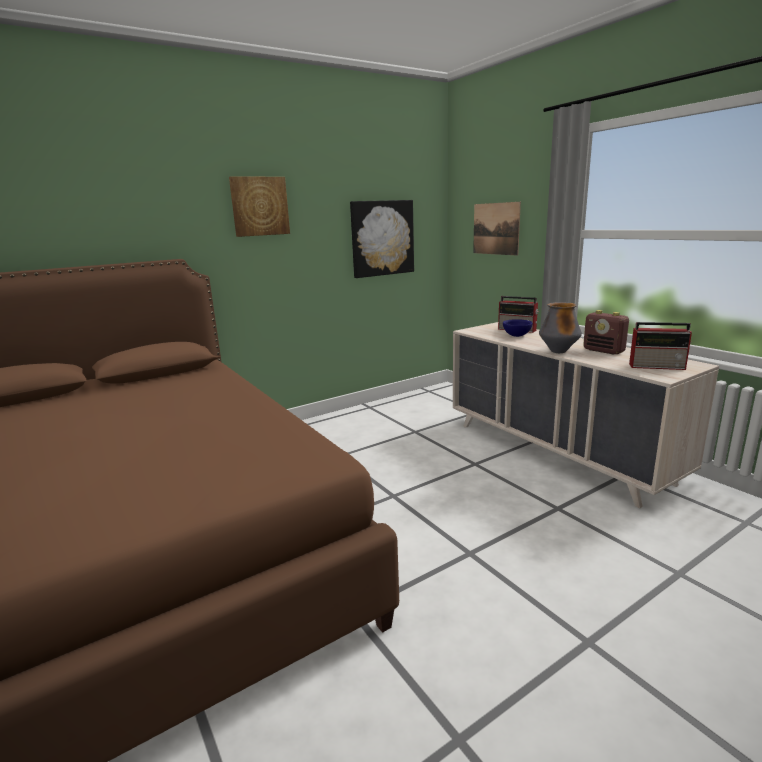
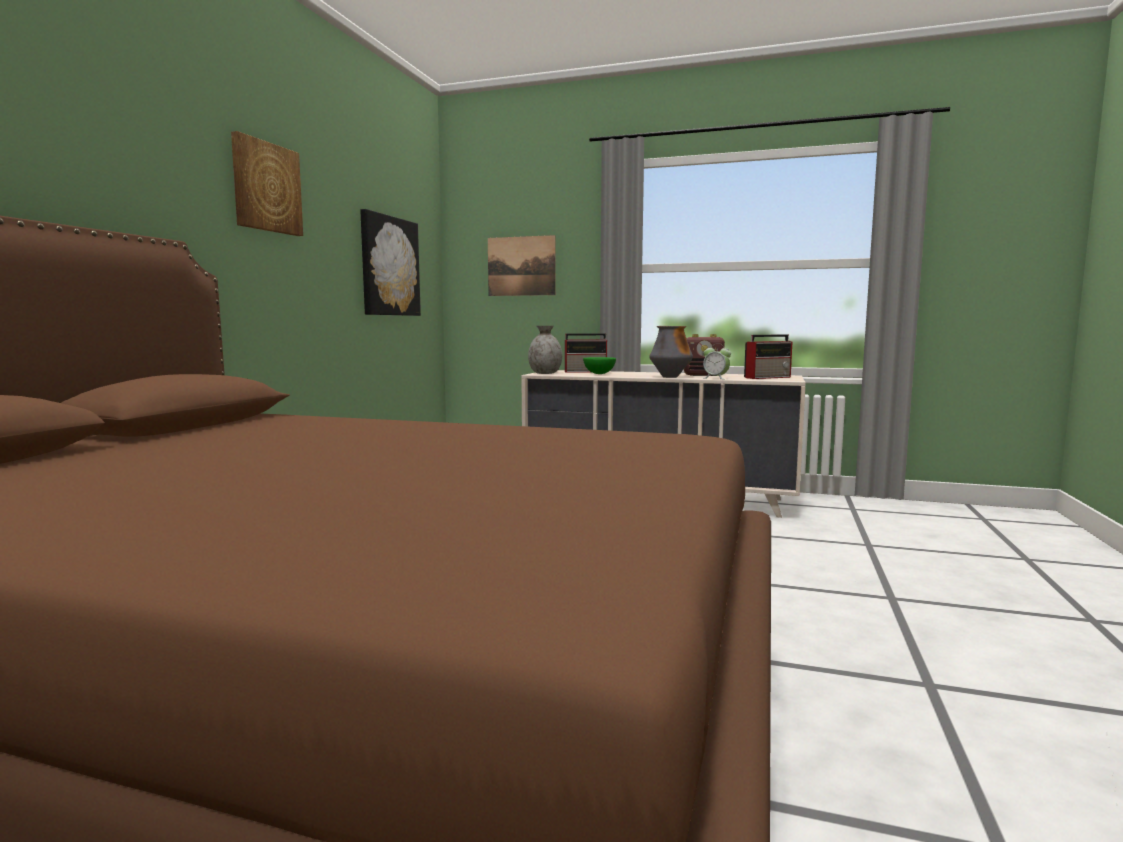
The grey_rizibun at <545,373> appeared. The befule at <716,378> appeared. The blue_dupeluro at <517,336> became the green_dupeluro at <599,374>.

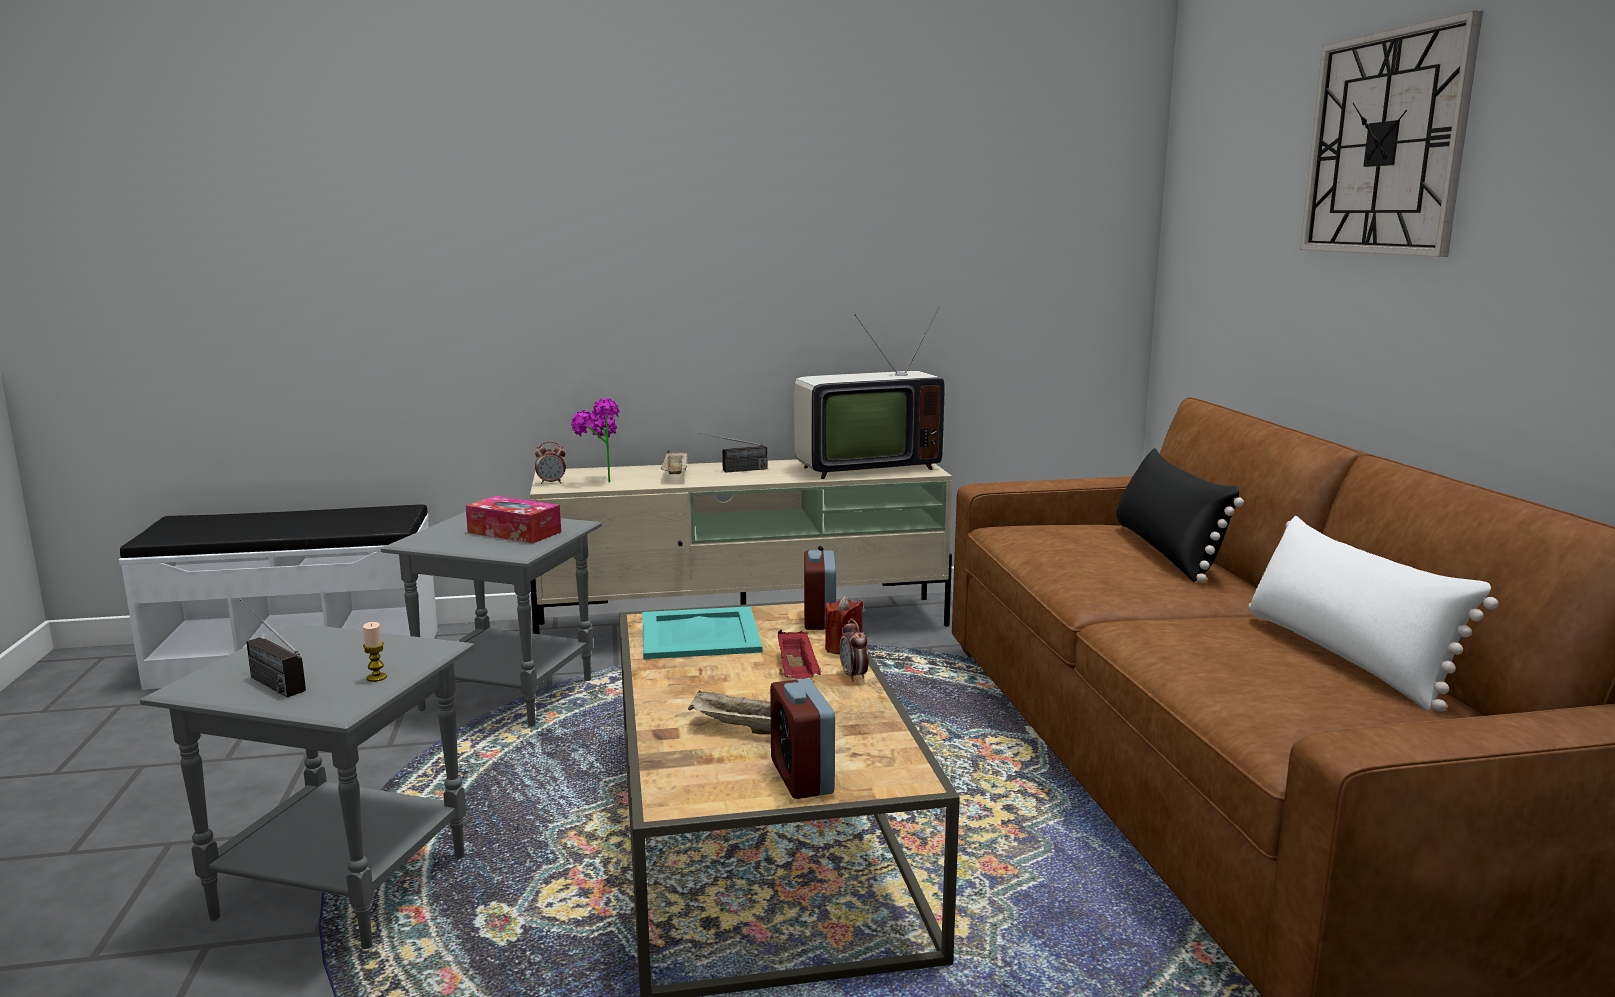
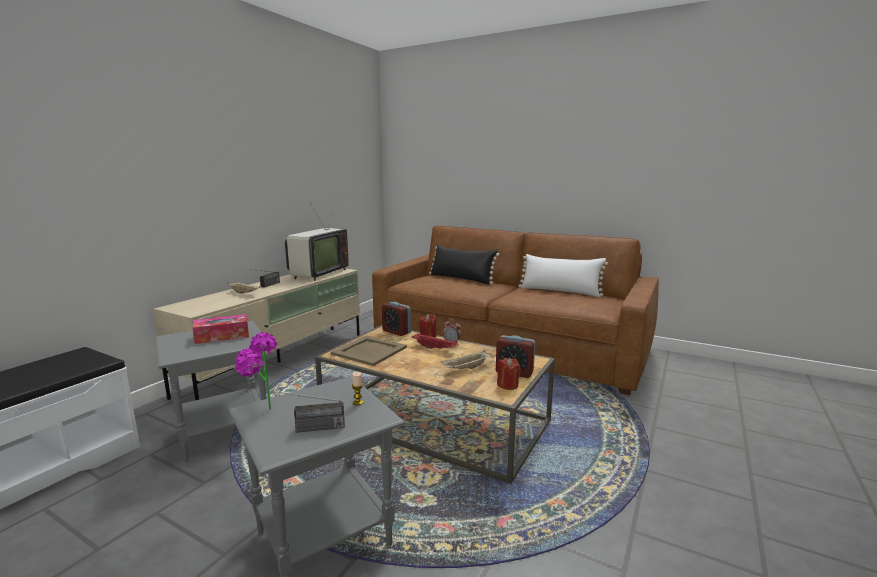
The befule at <551,482> disappeared. The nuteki at <1385,144> disappeared. The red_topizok at <508,385> appeared. The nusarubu moved from <599,481> to <259,411>. The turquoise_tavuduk at <699,634> became the beige_tavuduk at <369,351>.

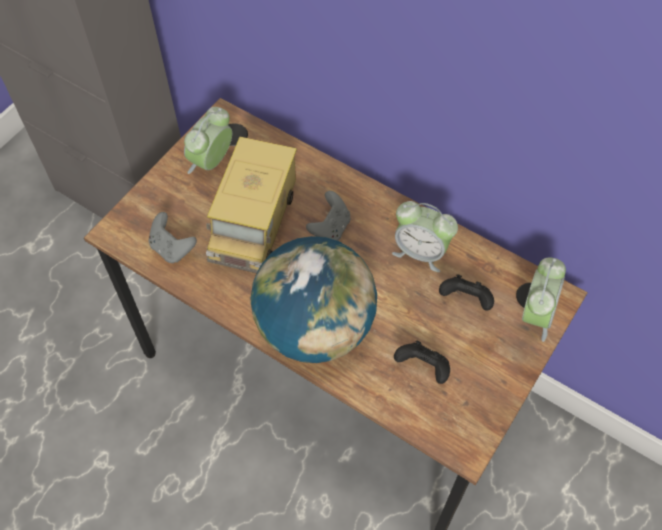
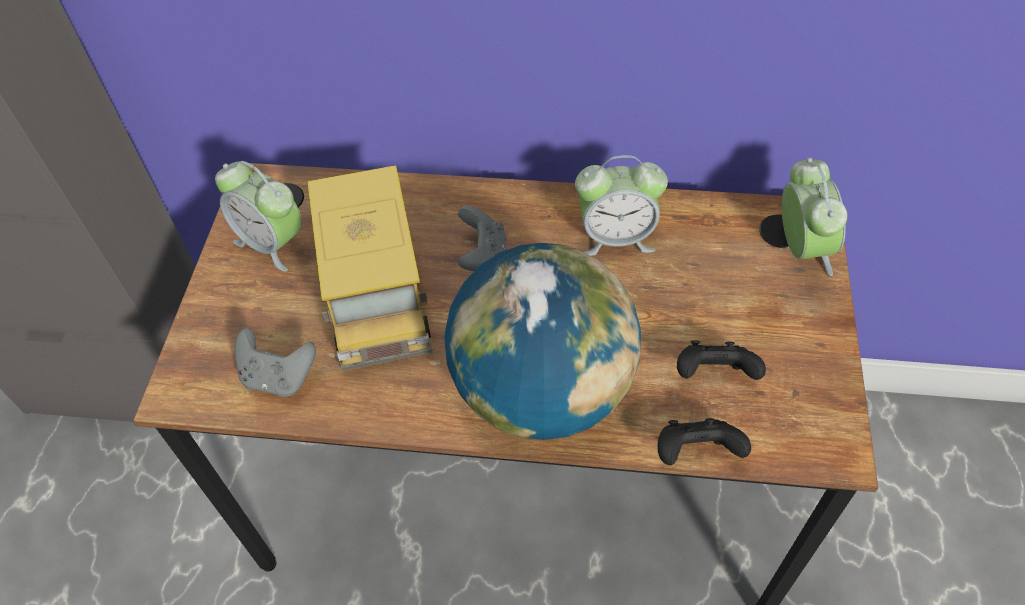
The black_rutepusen moved from <465,300> to <695,453>. The befule at <212,162> turned 60 degrees counterclockwise.

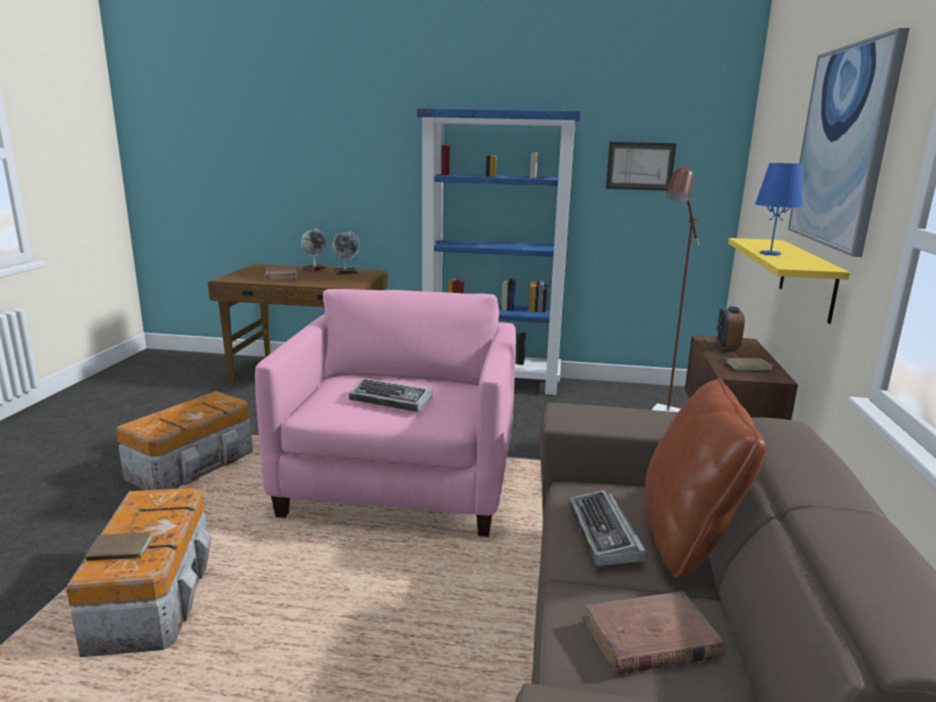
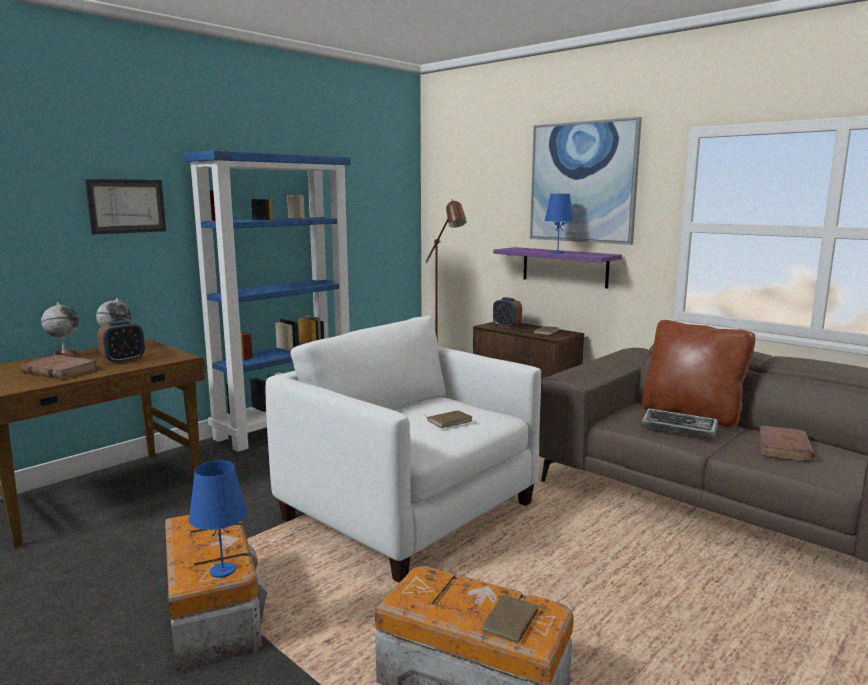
The befule at <123,360> appeared. The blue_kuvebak at <223,570> appeared. The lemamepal moved from <640,166> to <126,206>. The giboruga at <392,400> was replaced by the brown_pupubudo at <449,421>. The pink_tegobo at <401,482> became the white_tegobo at <410,512>. The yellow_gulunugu at <807,279> became the purple_gulunugu at <564,267>.

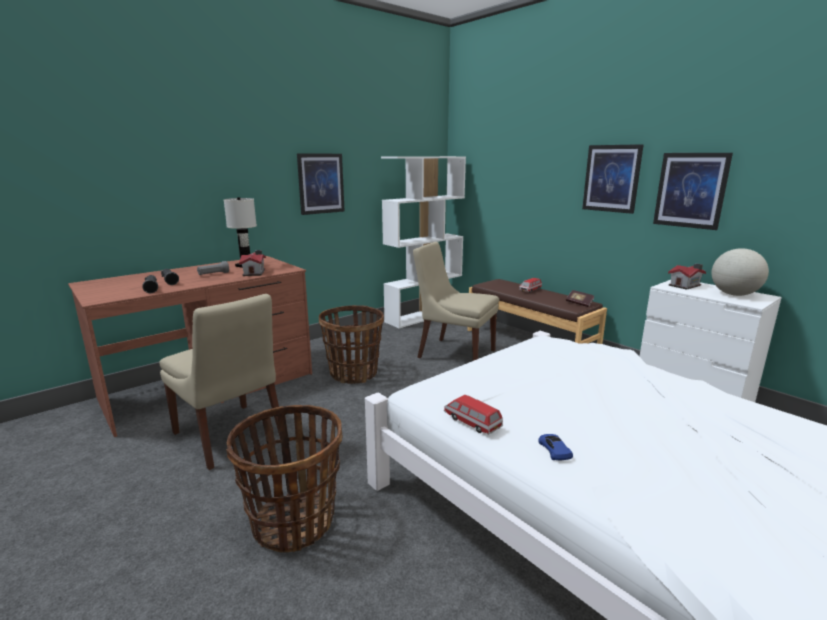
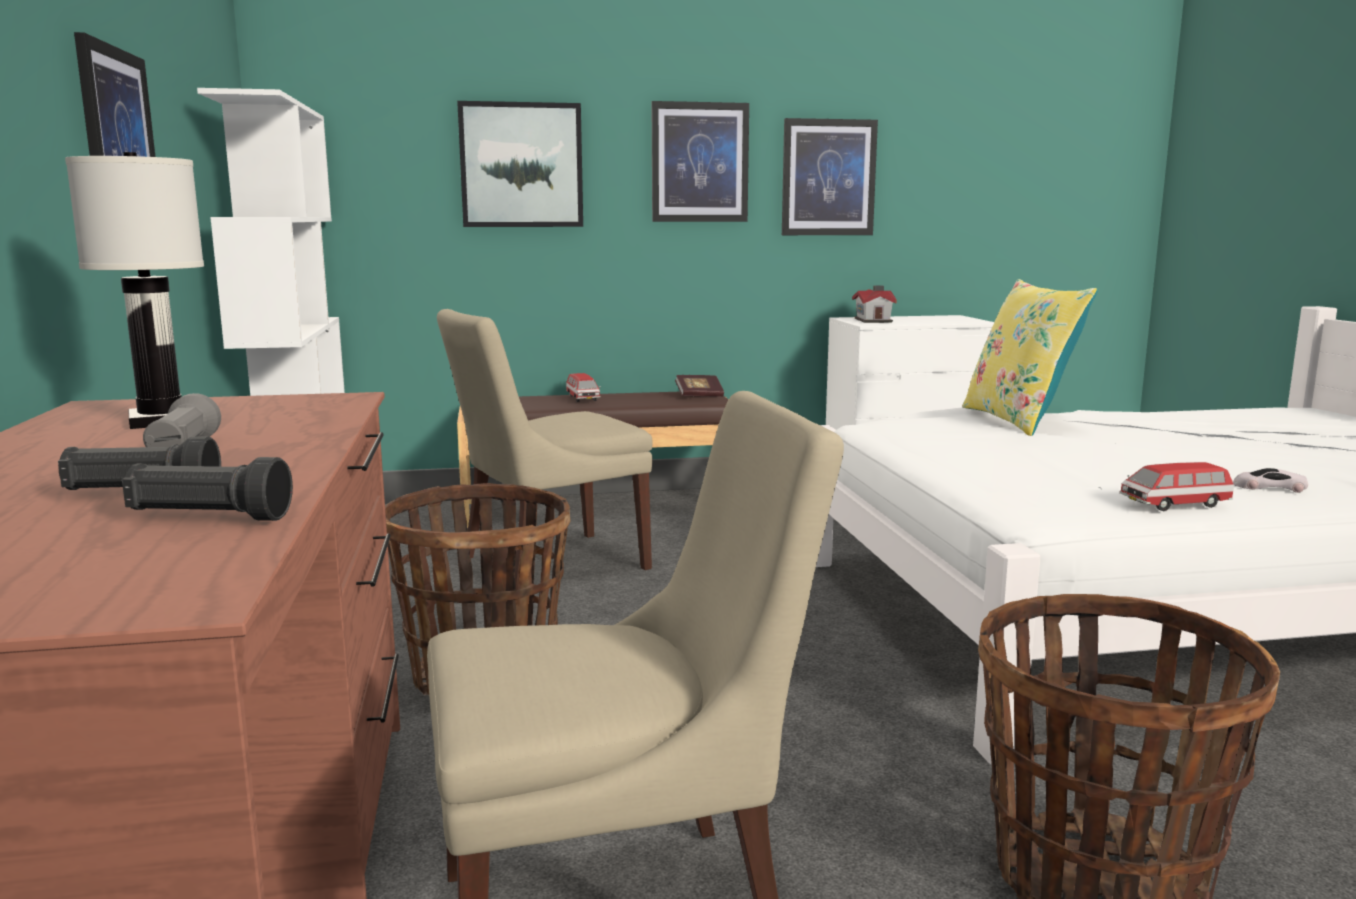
The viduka at <255,272> disappeared. The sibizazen at <734,294> disappeared. The lemamepal at <521,165> appeared. The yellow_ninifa at <1018,420> appeared. The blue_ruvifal at <554,450> became the white_ruvifal at <1269,487>.

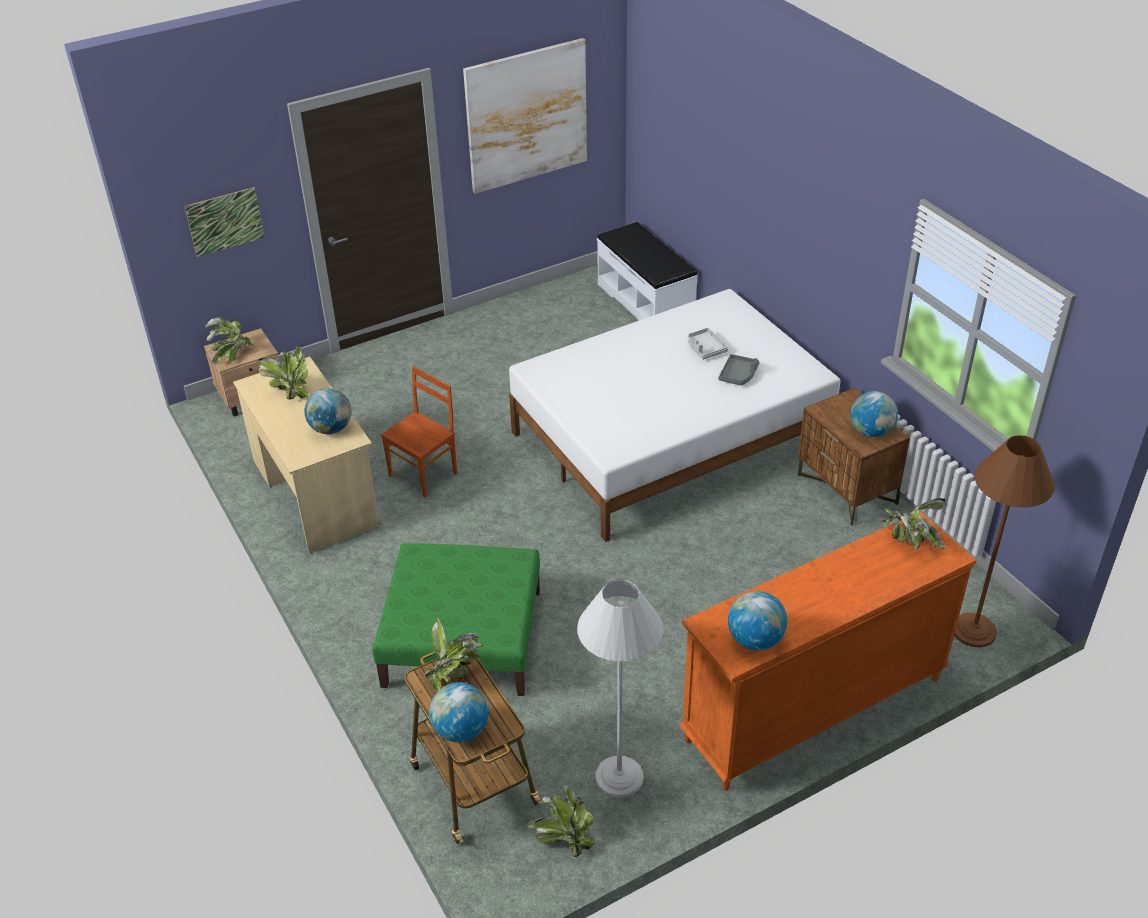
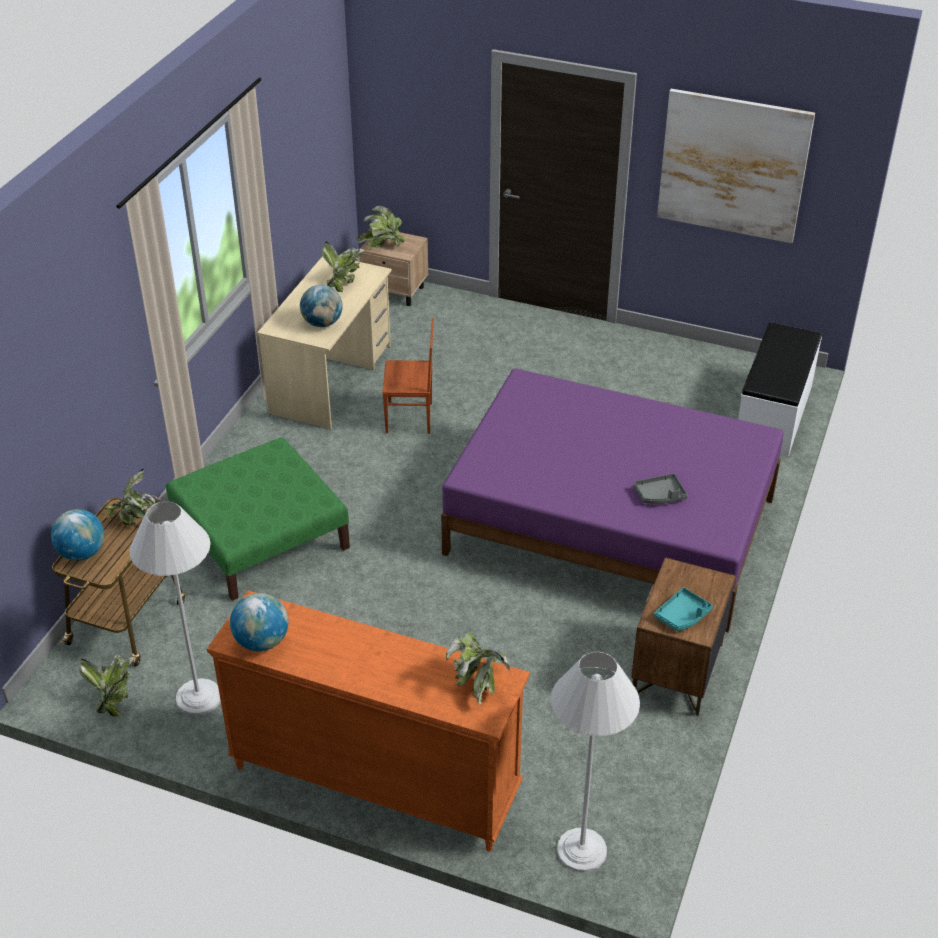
The lemamepal at <225,221> disappeared. The grey_tavuduk at <705,349> disappeared. The sibizazen at <871,431> was replaced by the turquoise_tavuduk at <682,616>. The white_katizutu at <671,439> became the purple_katizutu at <610,526>. The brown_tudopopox at <974,630> became the white_tudopopox at <581,850>.

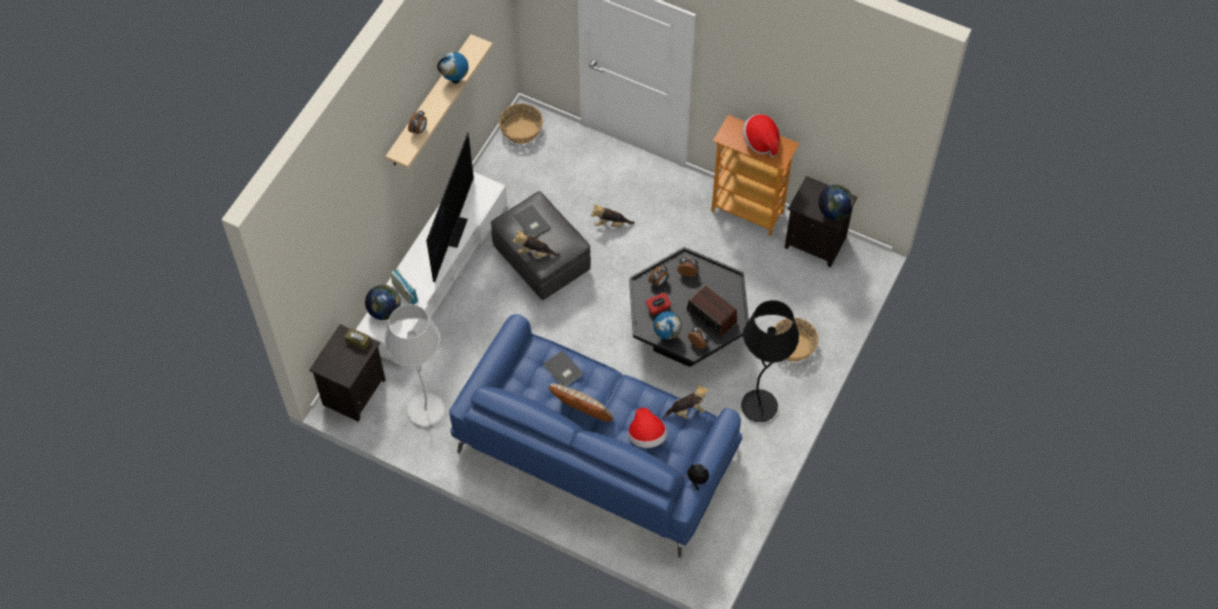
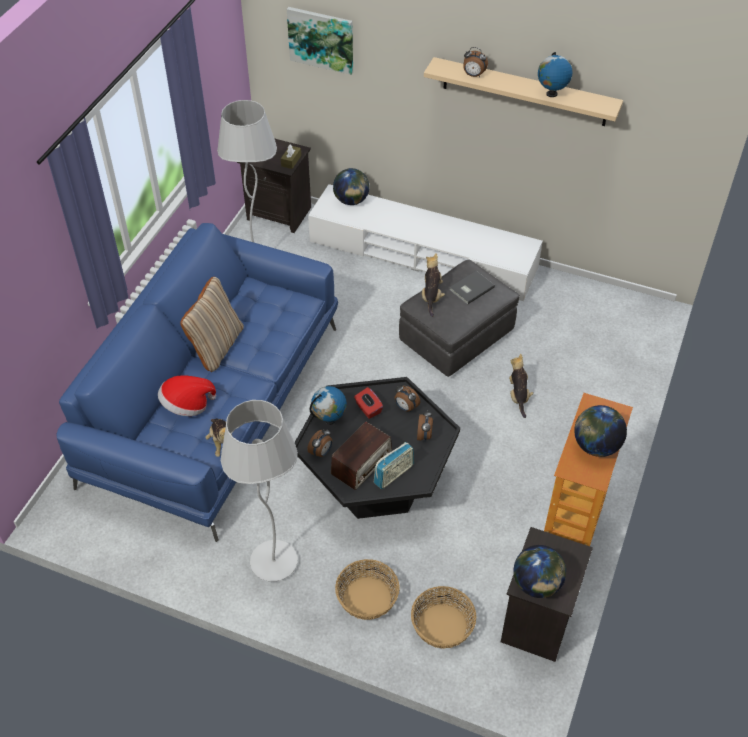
The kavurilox at <453,230> disappeared. The grey_pupubudo at <562,370> disappeared. The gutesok at <697,480> disappeared. The lemamepal at <321,39> appeared. The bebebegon moved from <405,293> to <394,474>. The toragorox moved from <521,130> to <442,626>. The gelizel at <761,142> was replaced by the sibizazen at <596,446>. The black_tudopopox at <759,407> became the white_tudopopox at <274,562>.

